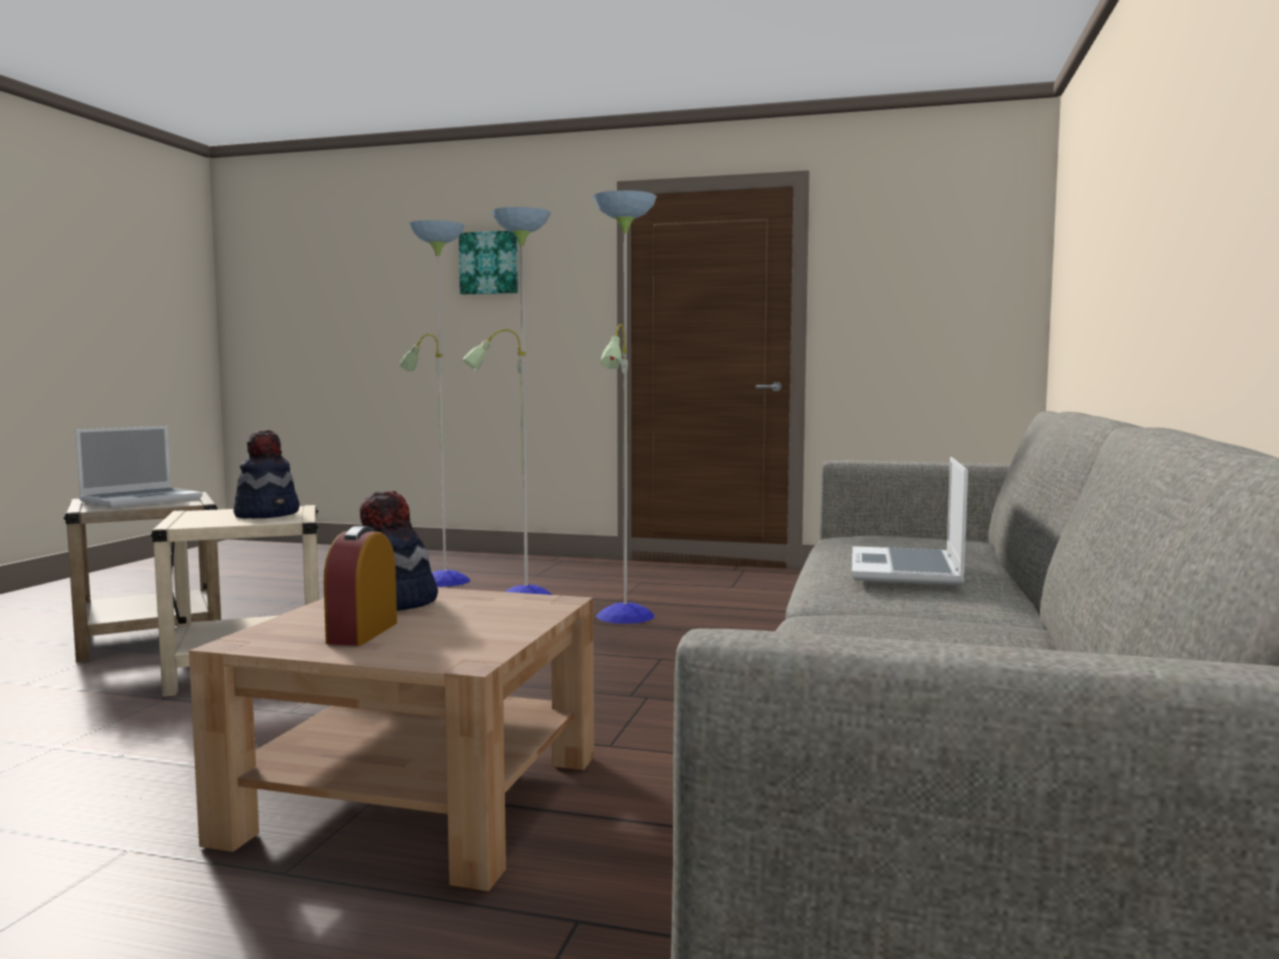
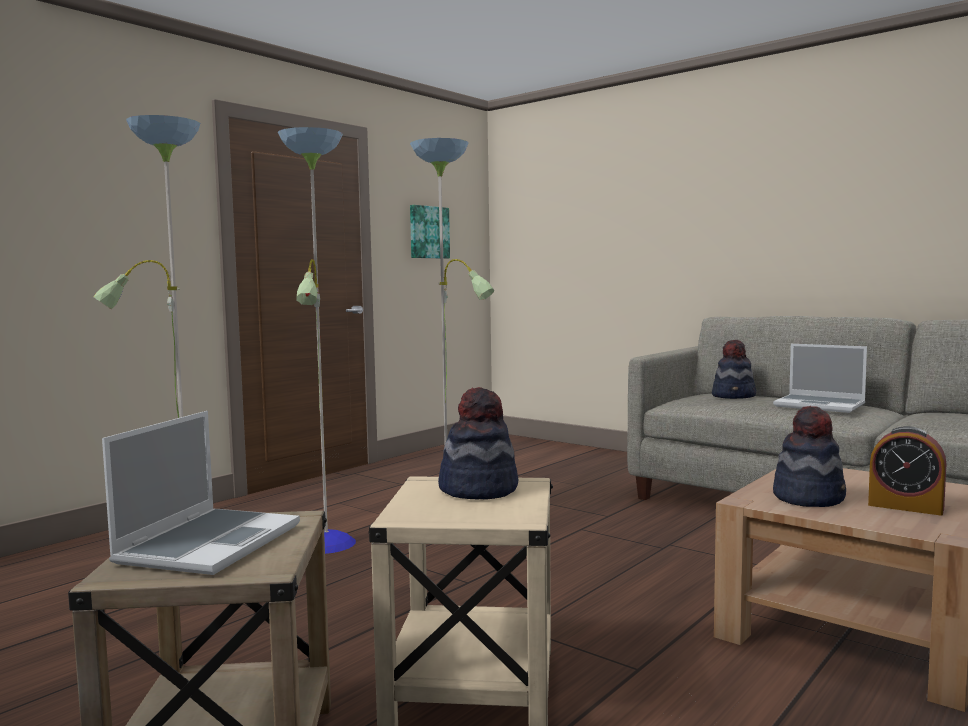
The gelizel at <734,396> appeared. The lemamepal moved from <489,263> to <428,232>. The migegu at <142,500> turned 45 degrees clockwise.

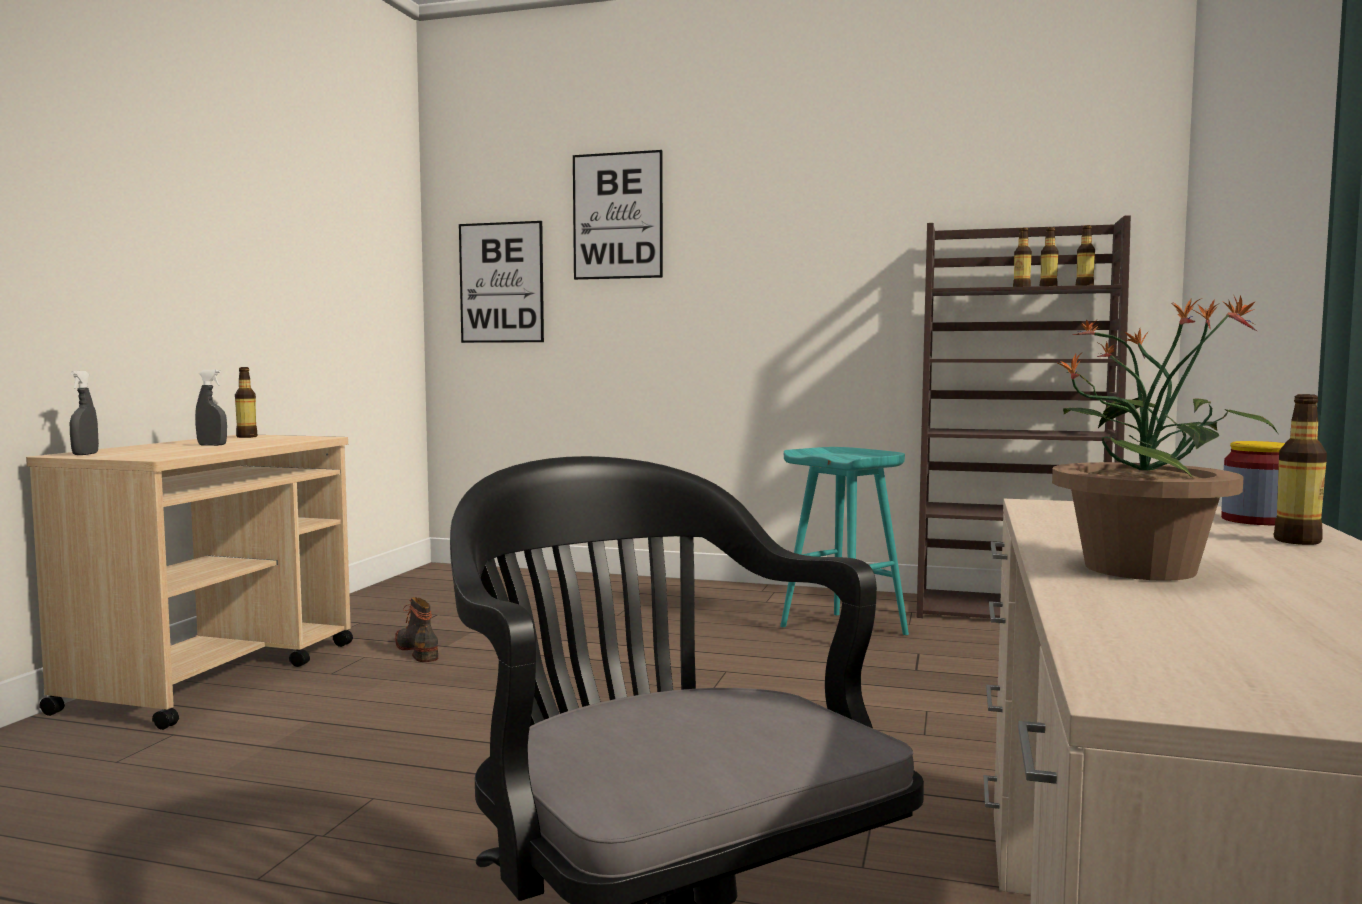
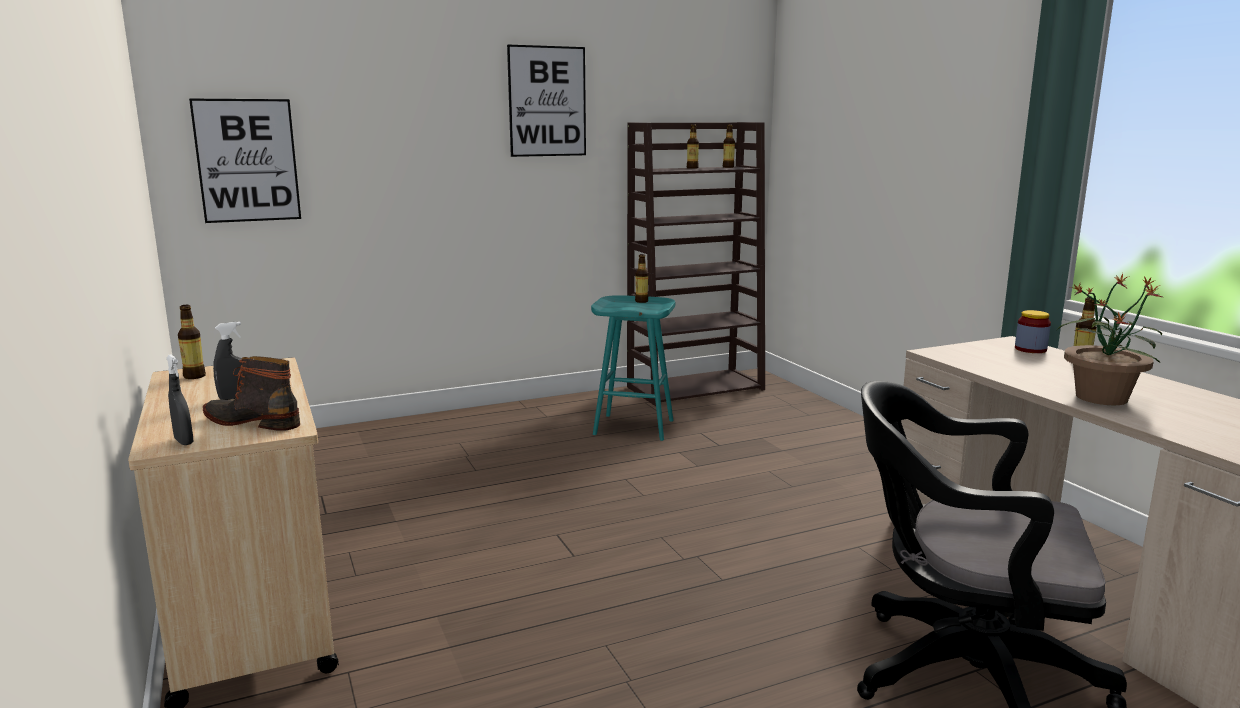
The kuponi moved from <418,650> to <254,421>. The lemamepal moved from <617,216> to <547,101>. The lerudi moved from <1048,289> to <641,301>.

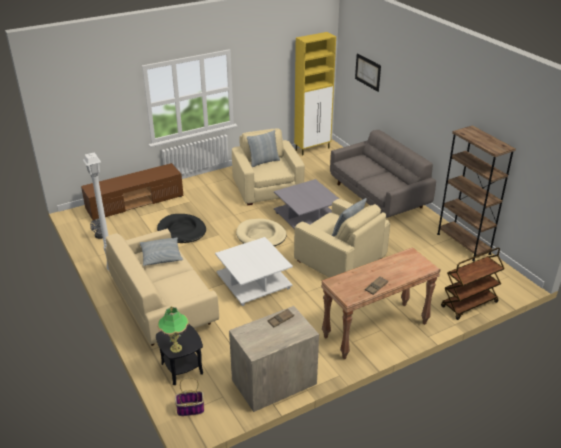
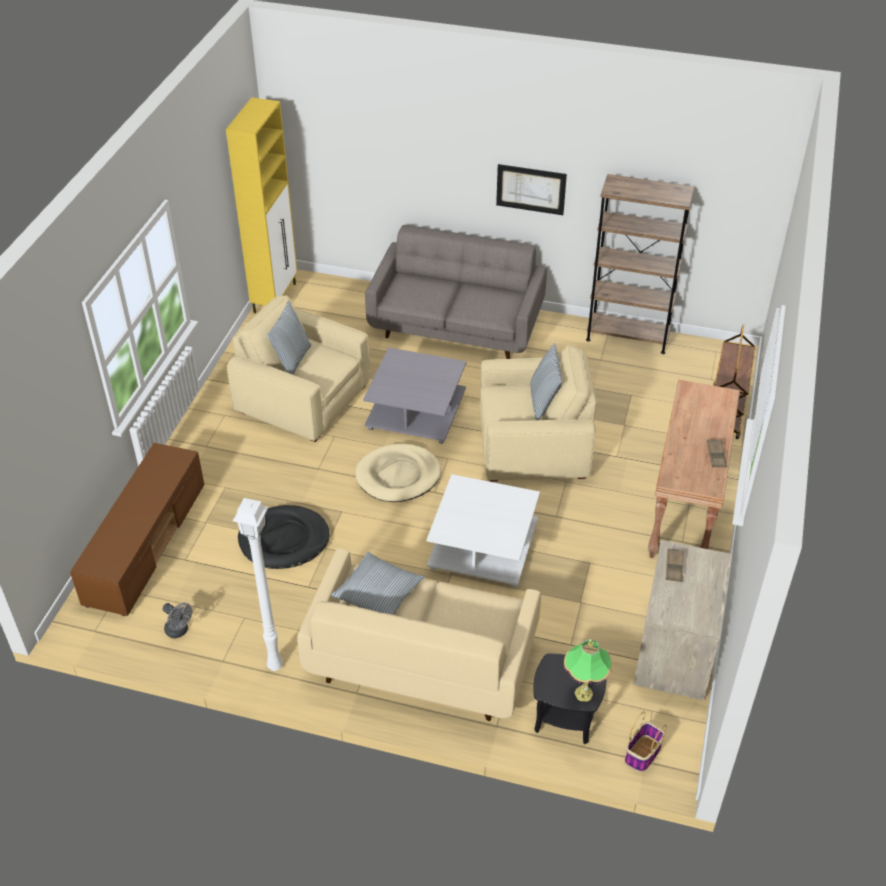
The lemamepal moved from <367,72> to <531,189>.

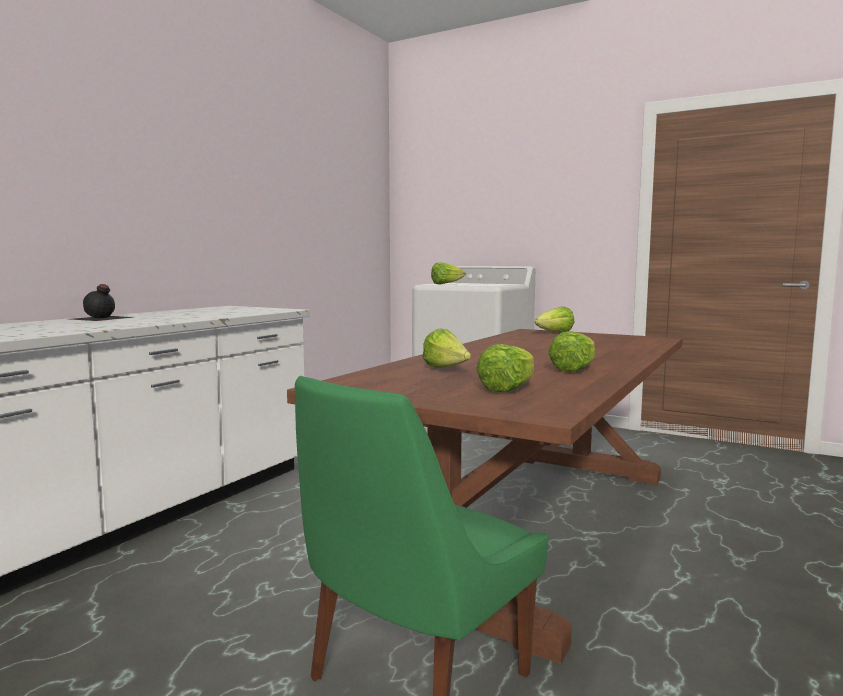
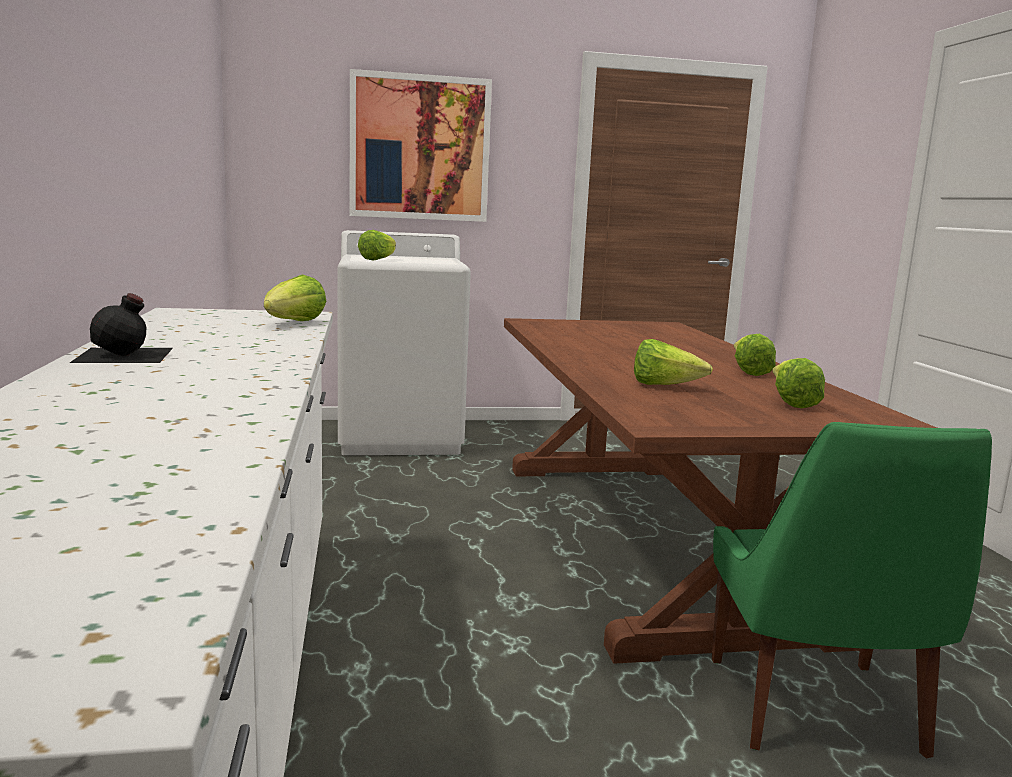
The lemamepal at <420,148> appeared. The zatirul moved from <554,333> to <294,323>.

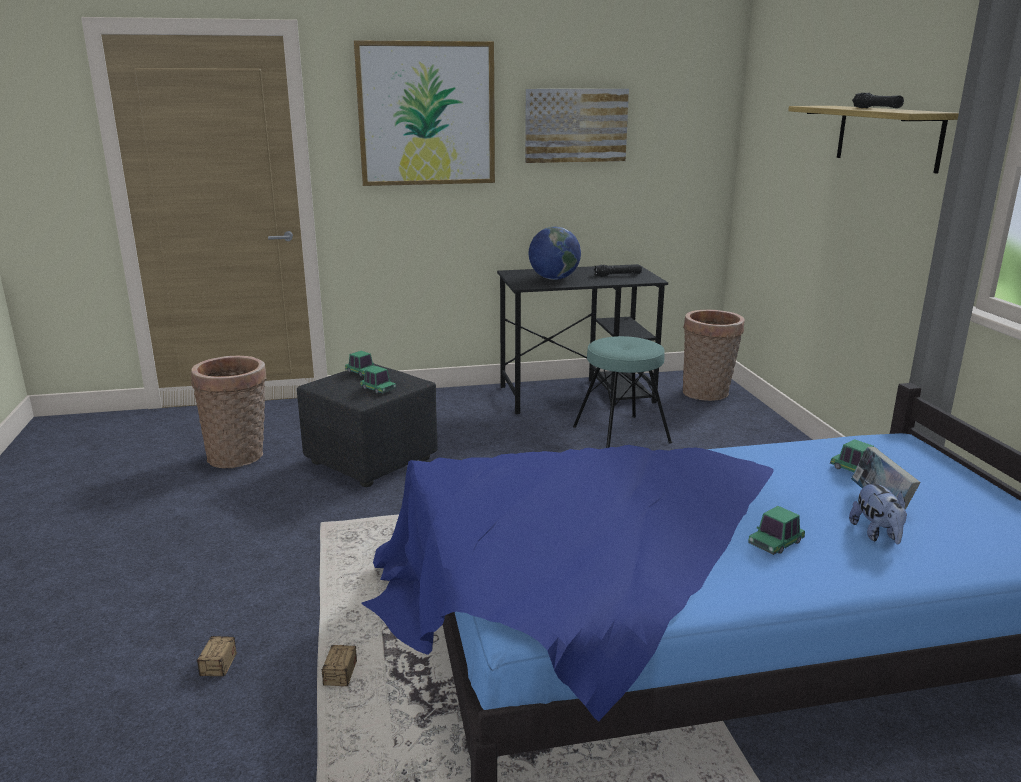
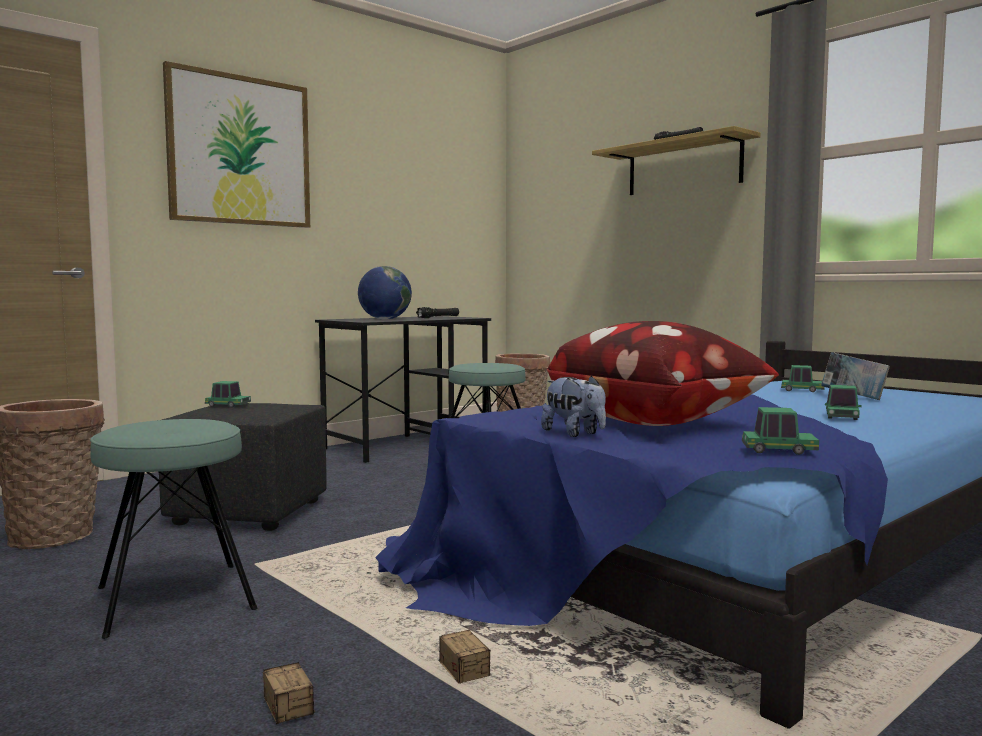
The lemamepal at <575,125> disappeared. The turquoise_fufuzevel at <175,598> appeared. The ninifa at <655,422> appeared. The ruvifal moved from <378,389> to <778,450>. The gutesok moved from <876,534> to <574,433>.

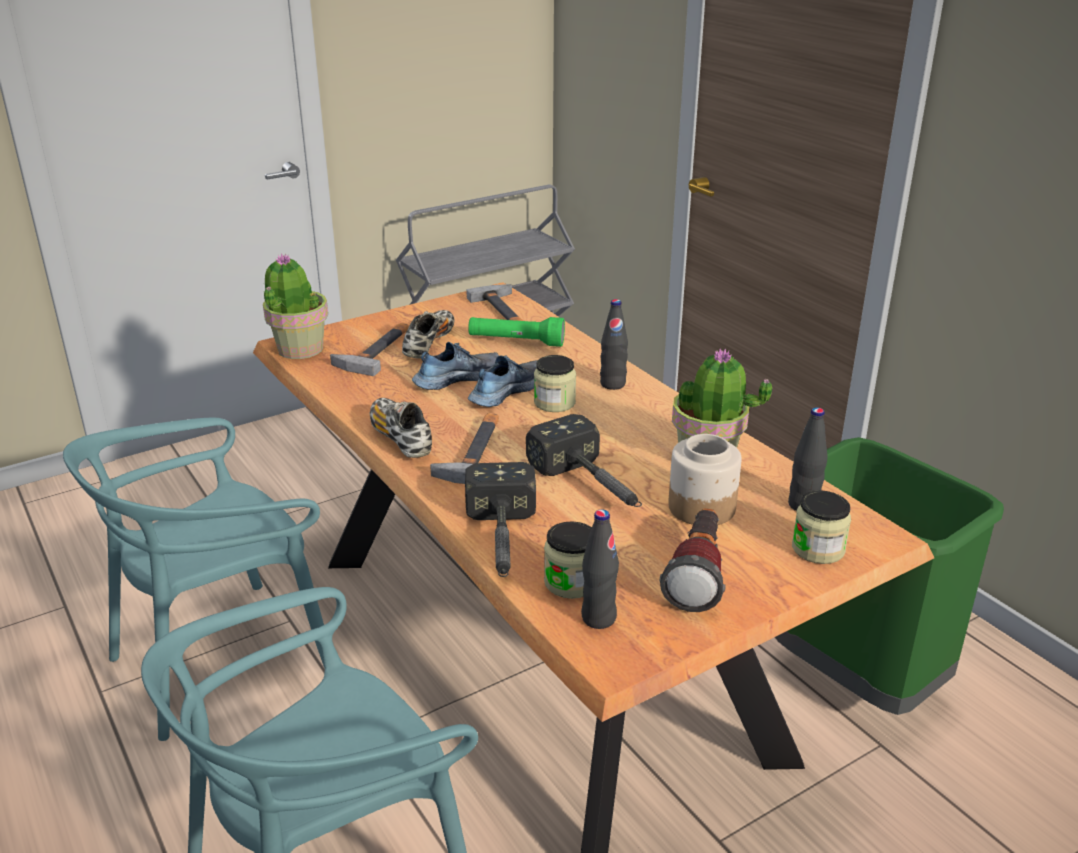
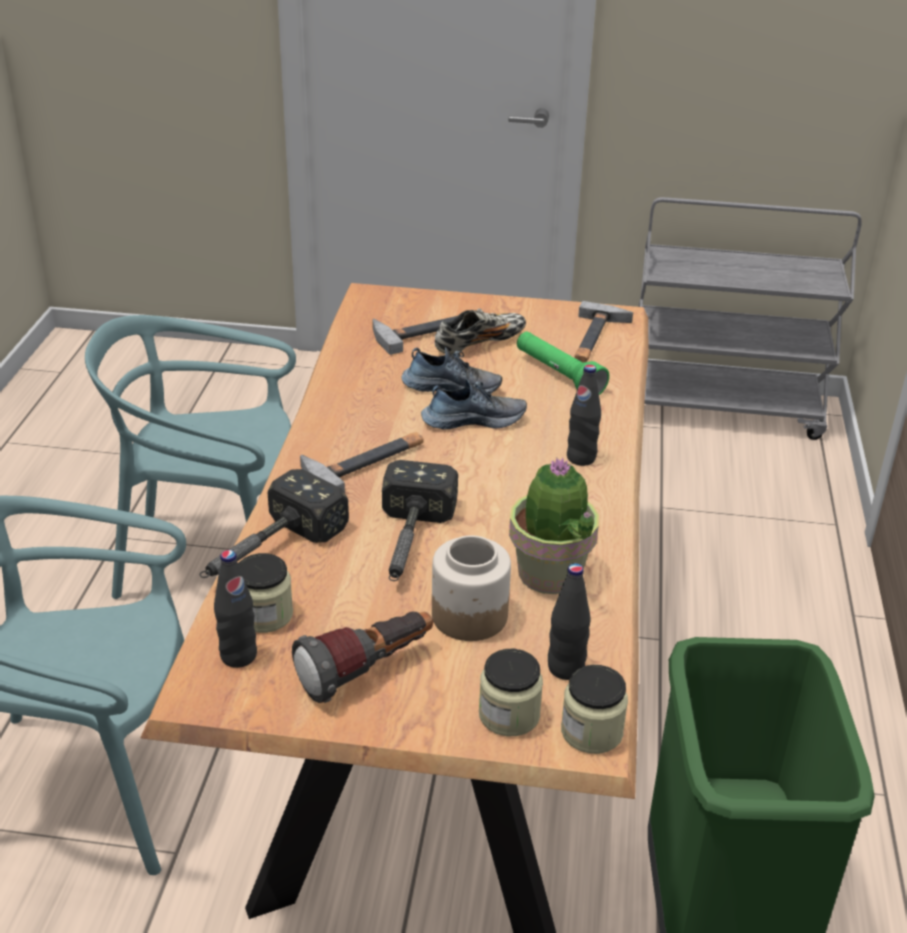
The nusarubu at <299,349> disappeared. The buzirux at <400,438> disappeared. The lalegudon moved from <554,403> to <591,731>.

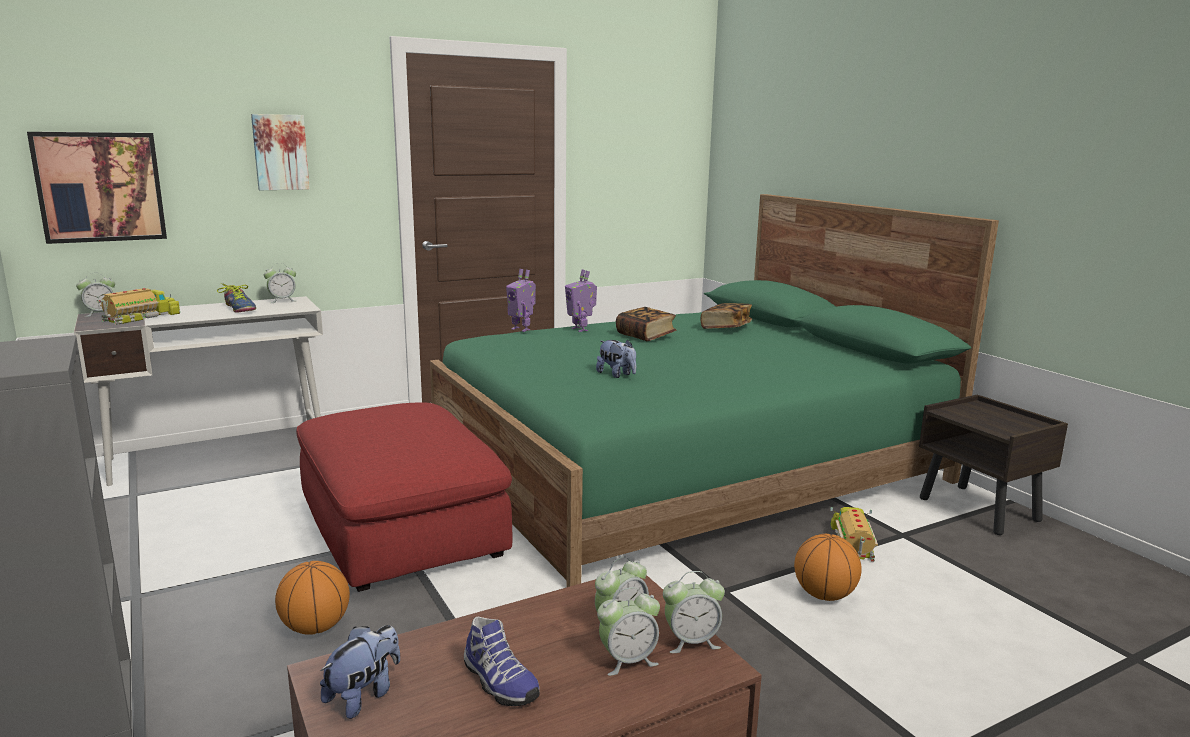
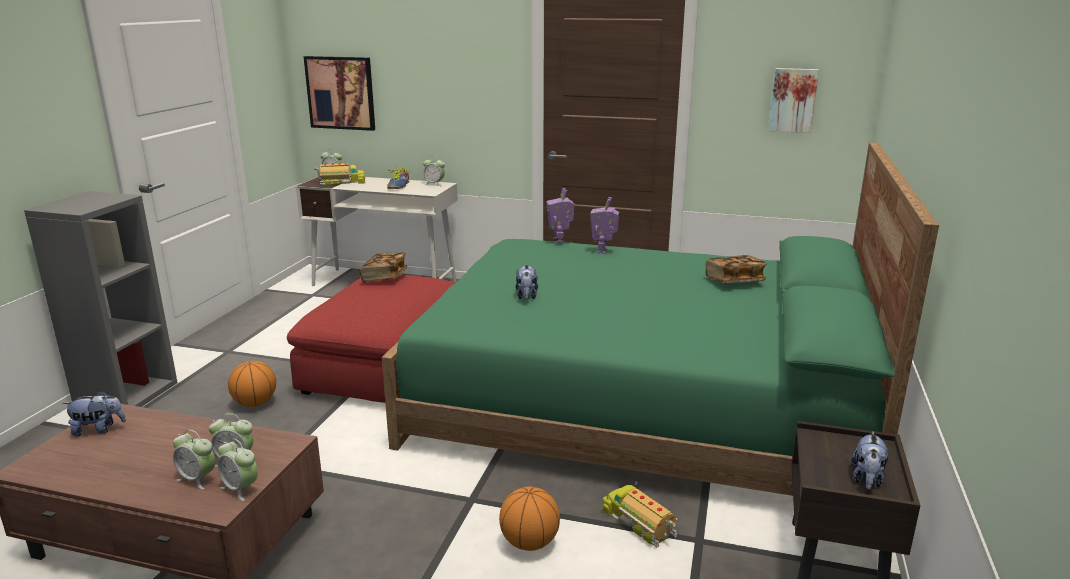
The buzirux at <498,682> disappeared. The gutesok at <867,479> appeared. The lemamepal moved from <280,152> to <793,100>. The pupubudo moved from <645,336> to <384,277>. The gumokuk at <853,543> turned 90 degrees counterclockwise.

